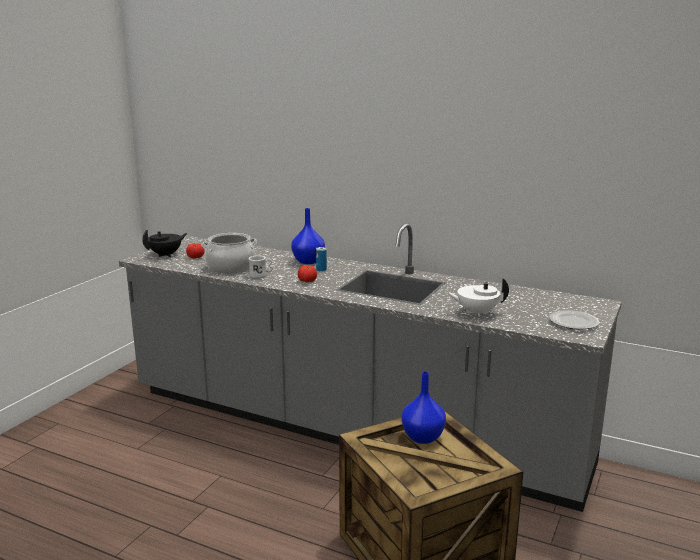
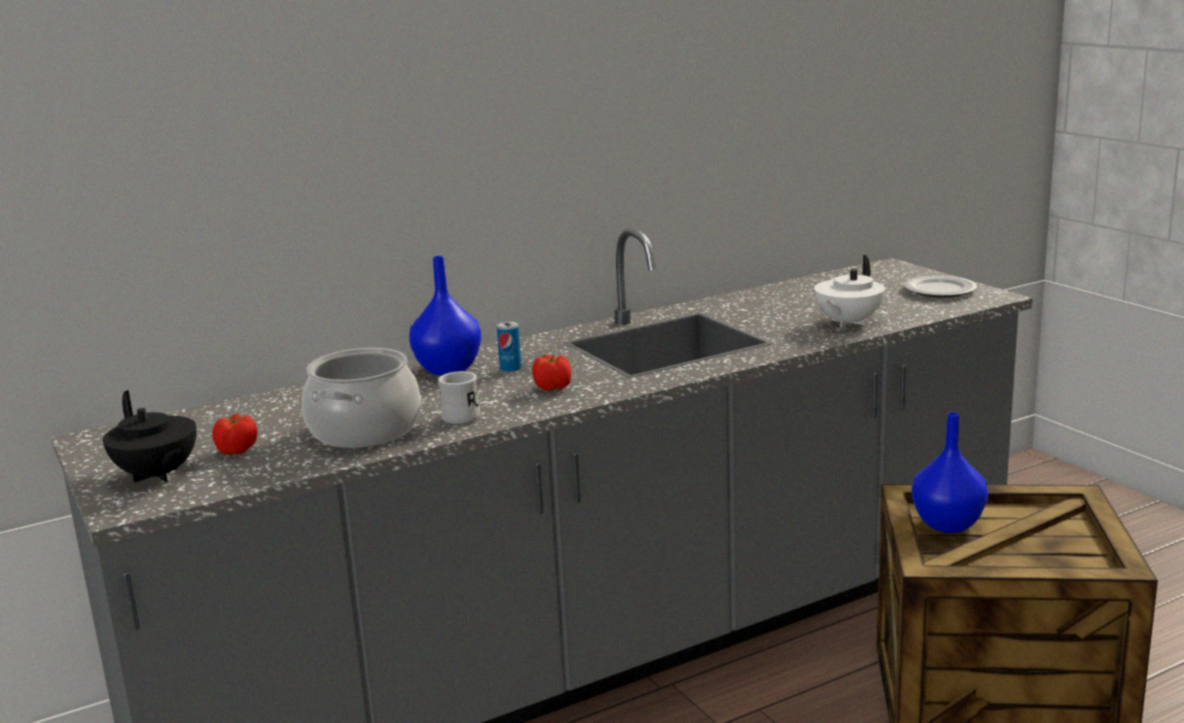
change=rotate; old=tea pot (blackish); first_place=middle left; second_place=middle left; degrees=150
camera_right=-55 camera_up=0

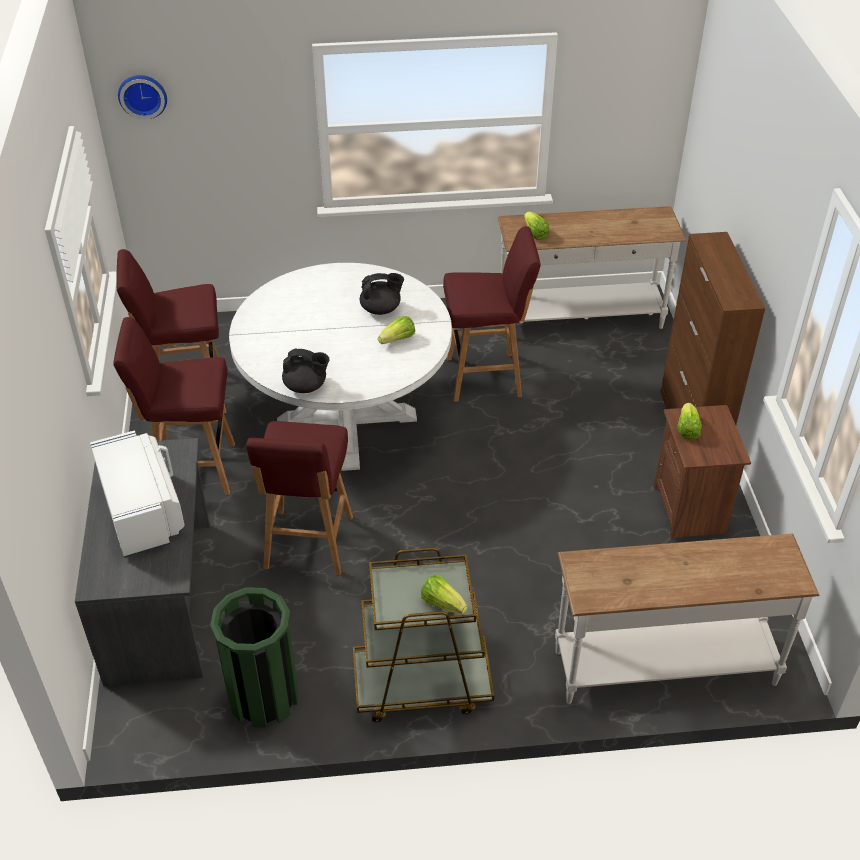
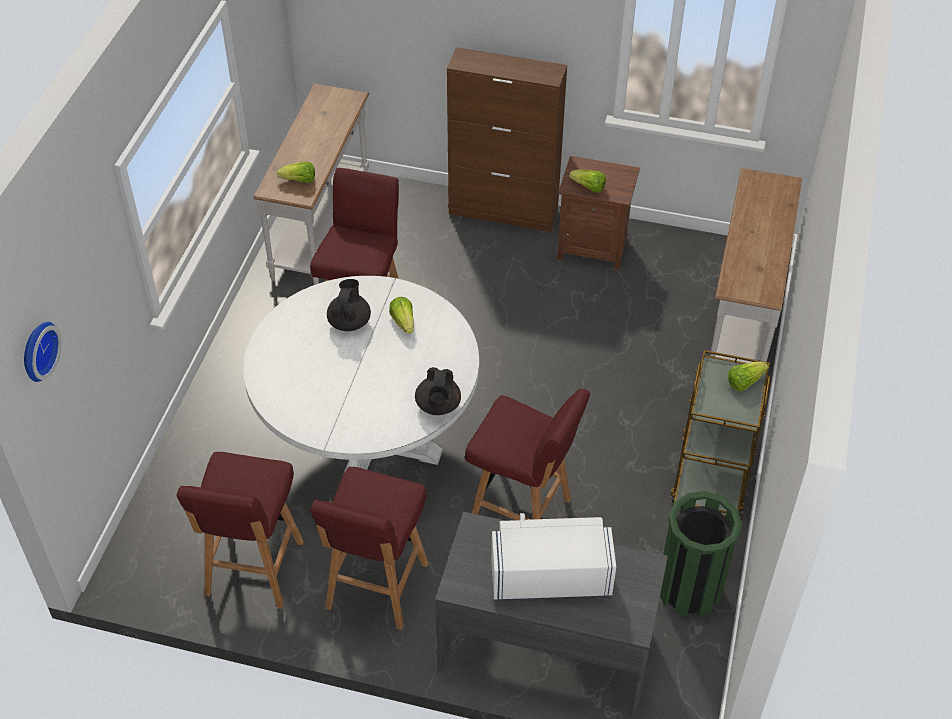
change=rotate; old=tea pot (blackish) (1st from left in the first image); first_place=centre; second_place=centre; degrees=150
camera_right=-70 camera_up=5

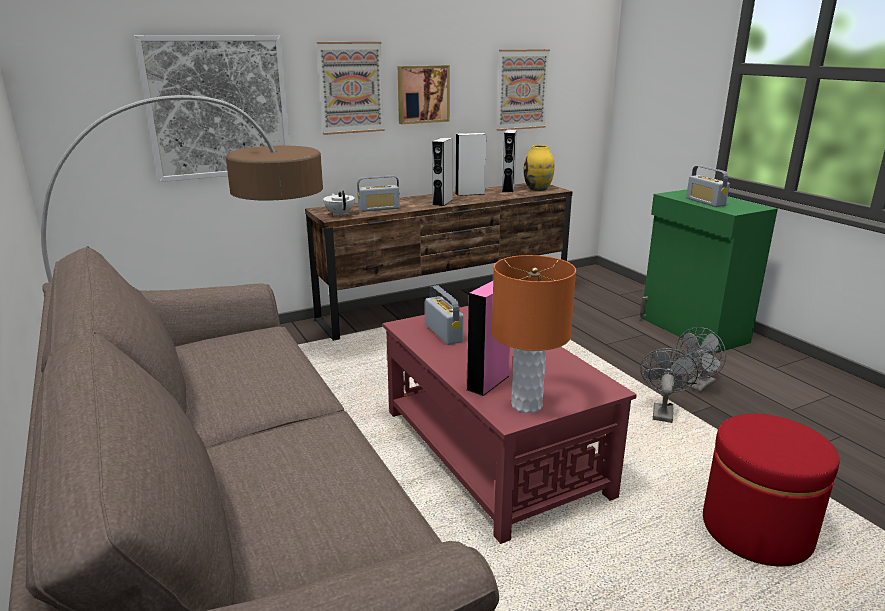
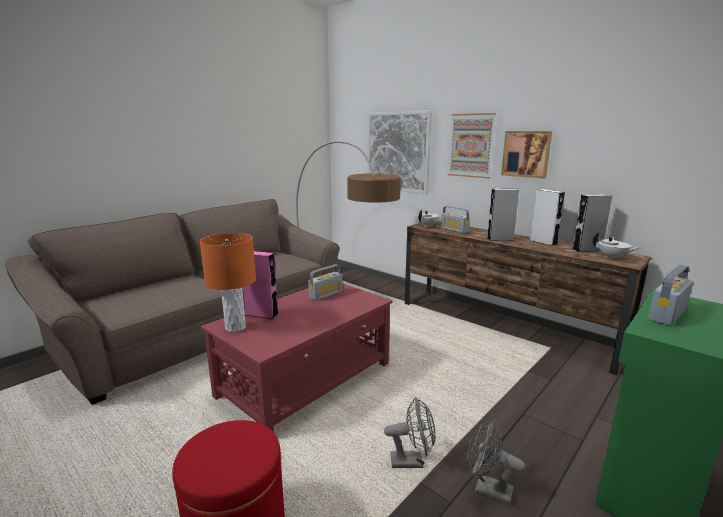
change=delete; old=wall picture (4th from left); first_place=top centre
change=replace; old=decorative vase (yellow-coloured); new=tea pot (whitish) (2nd from left); first_place=top centre; second_place=middle right
camera_right=70 camera_up=-5

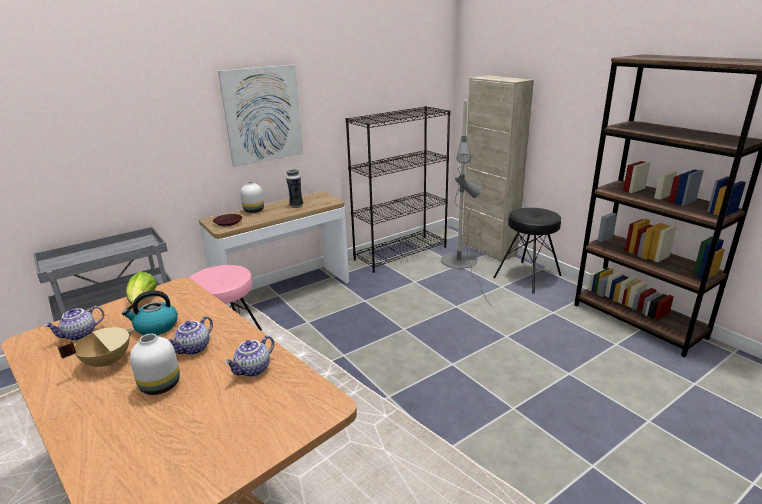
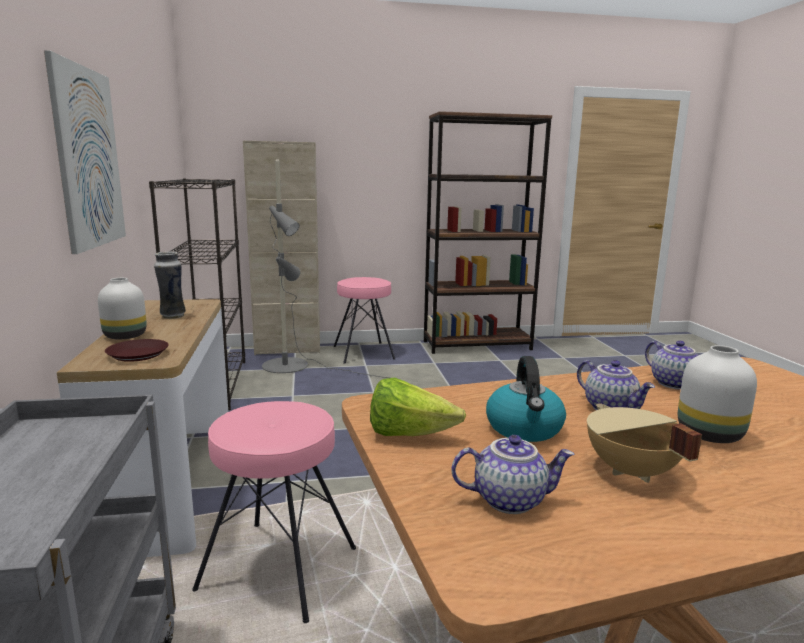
change=rotate; old=tea pot (1st from left); first_place=middle left; second_place=bottom centre; degrees=-75
change=recolor; old=stool (blackish); new=stool (pink-coloured) (2nd from left); first_place=middle right; second_place=centre
camera_right=-65 camera_up=-10

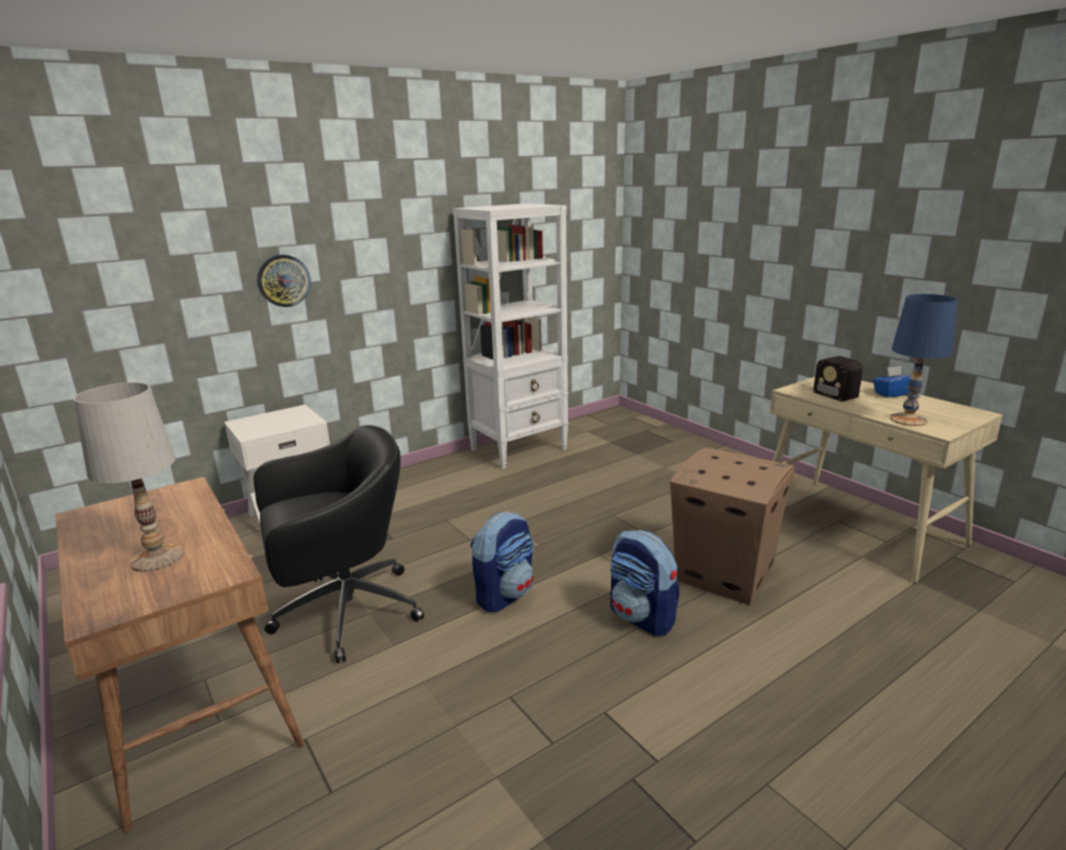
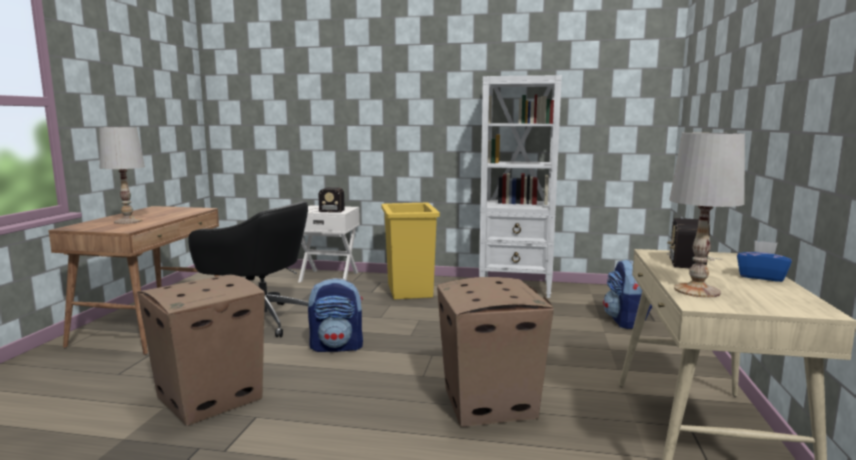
change=delete; old=clock on the wall; first_place=top left
change=move; old=rucksack (2nd from left); first_place=bottom centre; second_place=middle right
change=recolor; old=table lamp (bluish); new=table lamp (whitish) (2nd from left); first_place=middle right; second_place=middle right
change=insert; new=cardboard box (1st from left); second_place=bottom left
change=insert; new=radio (1st from left); second_place=centre
change=insert; new=trash can (yellow-coloured); second_place=centre
camera_right=45 camera_up=-10

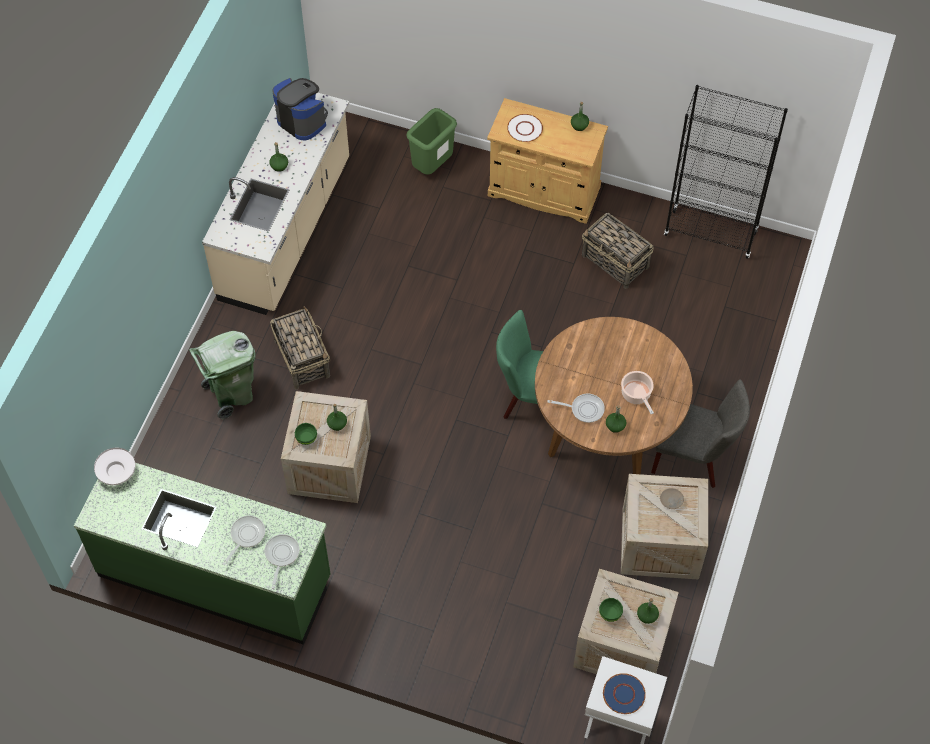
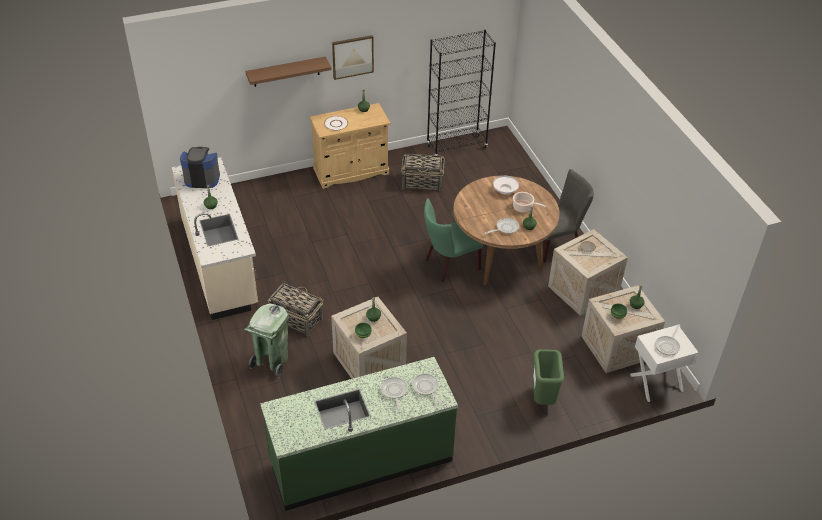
change=move; old=bowl (whitish); first_place=middle left; second_place=centre
change=move; old=trash can (green-coloured) (2nd from left); first_place=top centre; second_place=bottom right
change=replace; old=plate (bluish); new=frying pan (4th from left); first_place=bottom right; second_place=middle right
change=insert; new=wall shelf (brownish); second_place=top centre
change=insert; new=wall picture; second_place=top centre
camera_right=-40 camera_up=-15

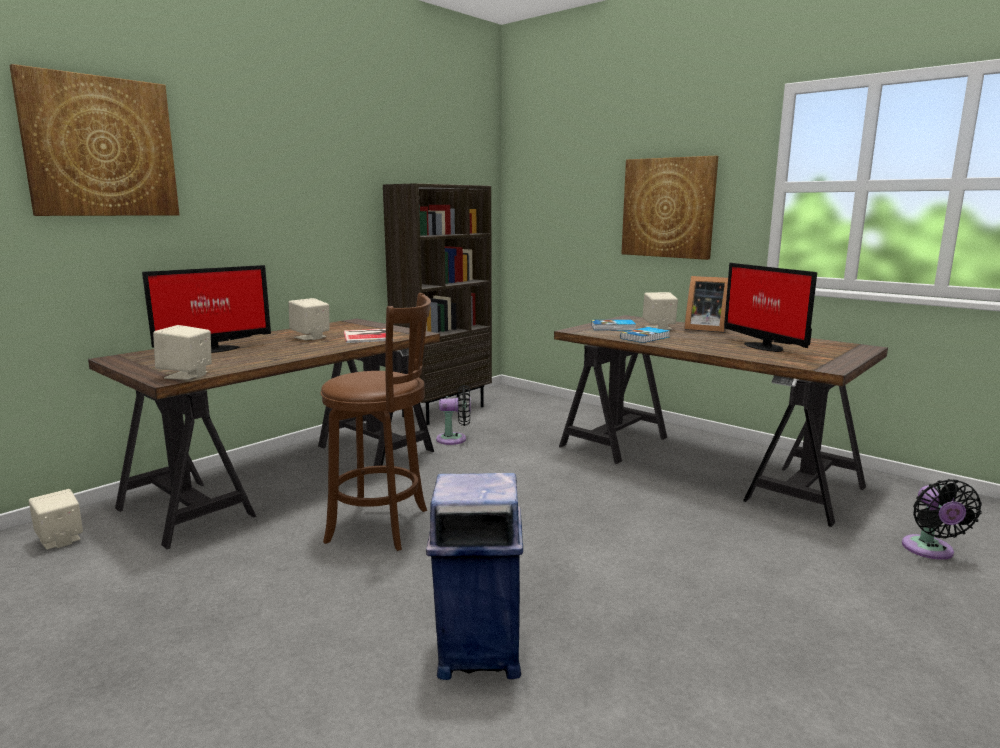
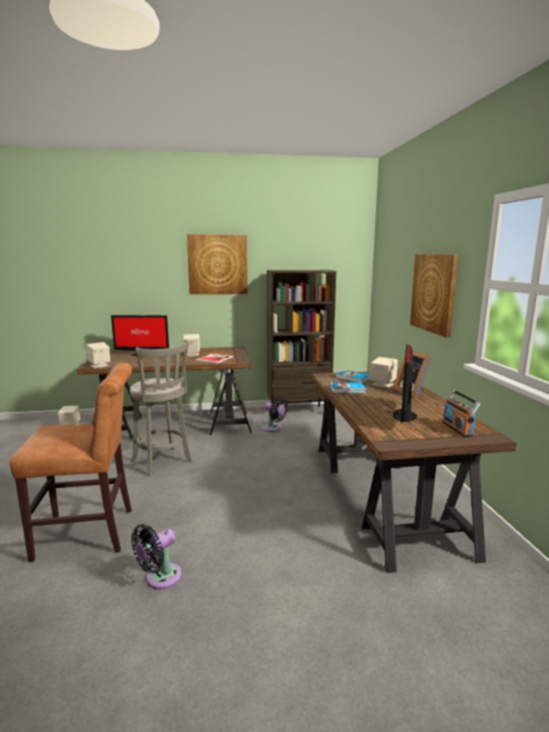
change=move; old=wall picture (1st from left); first_place=top left; second_place=centre
change=recolor; old=stool (brownish); new=stool (grey); first_place=centre; second_place=middle left
change=replace; old=trash can (bluish); new=upright chair (brownish); first_place=bottom centre; second_place=middle left
change=move; old=electric fan (blackish) (2nd from left in the first image); new=electric fan (blackish) (1st from left); first_place=bottom right; second_place=bottom left
change=insert; new=radio; second_place=middle right
camera_right=40 camera_up=0

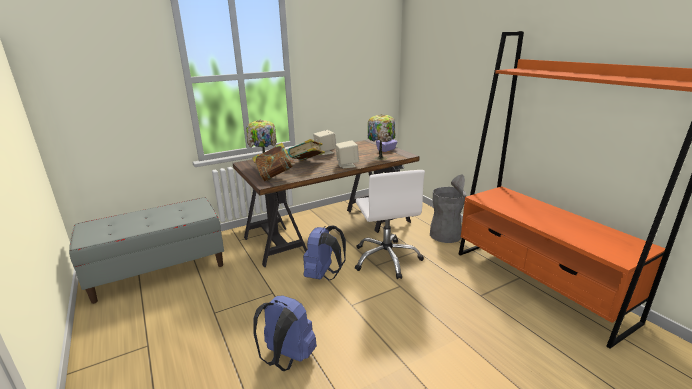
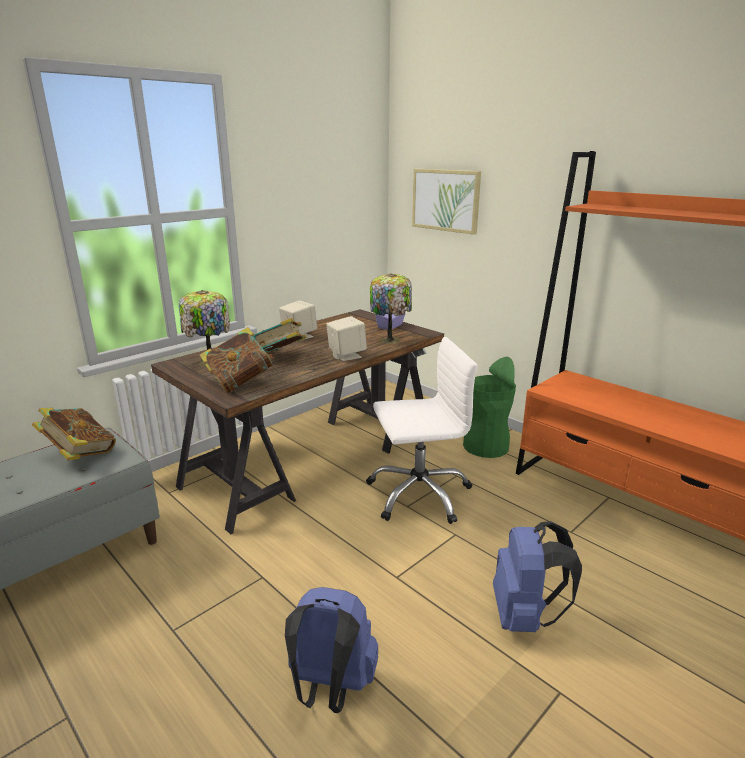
change=move; old=rucksack (bluish) (2nd from left); first_place=centre; second_place=bottom right
change=rotate; old=office chair (whitish); first_place=centre; second_place=centre; degrees=-75
change=recolor; old=trash can (grey); new=trash can (green-coloured); first_place=centre; second_place=centre
change=insert; new=volume (1st from left); second_place=middle left
change=insert; new=wall picture; second_place=top centre
camera_right=-15 camera_up=0

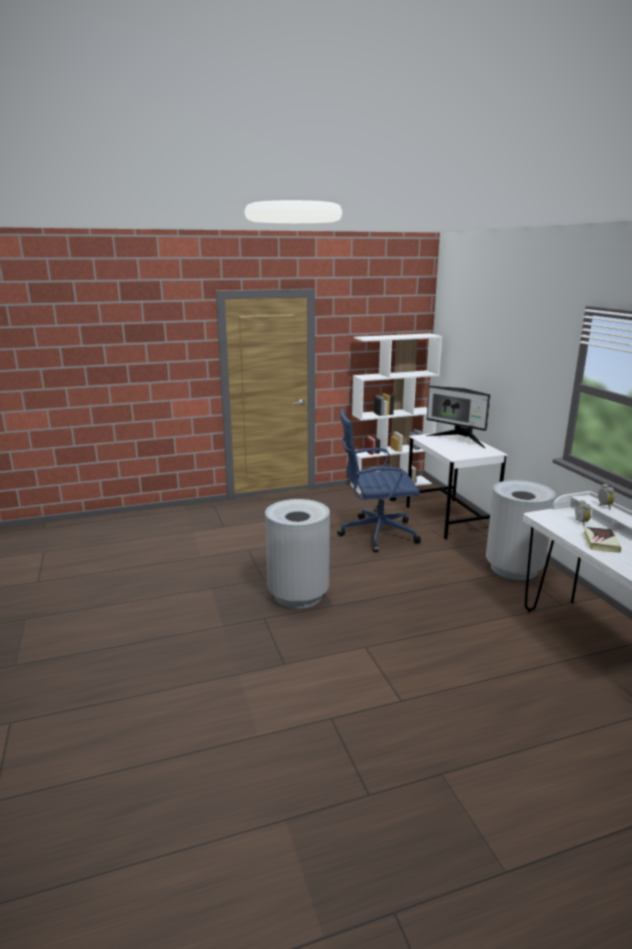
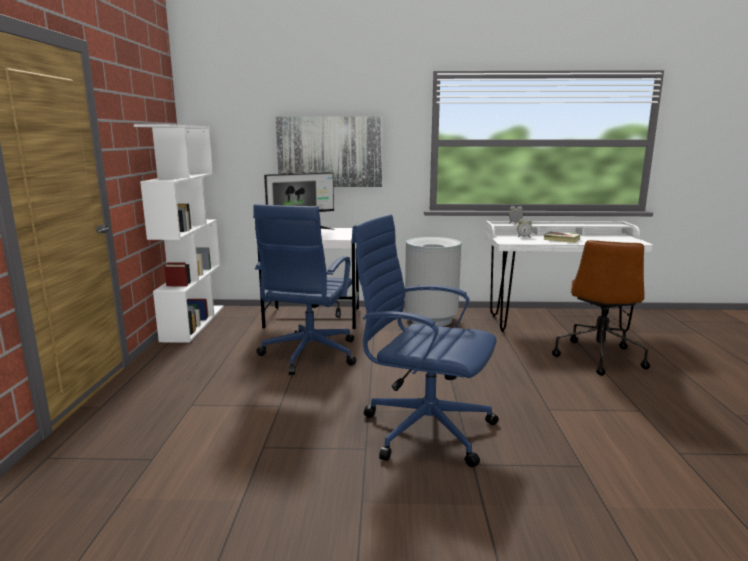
change=replace; old=trash can (grey) (1st from left); new=office chair (bluish) (2nd from left); first_place=centre; second_place=centre
change=insert; new=wall picture; second_place=top centre
change=insert; new=office chair (brownish); second_place=middle right
camera_right=-70 camera_up=-5

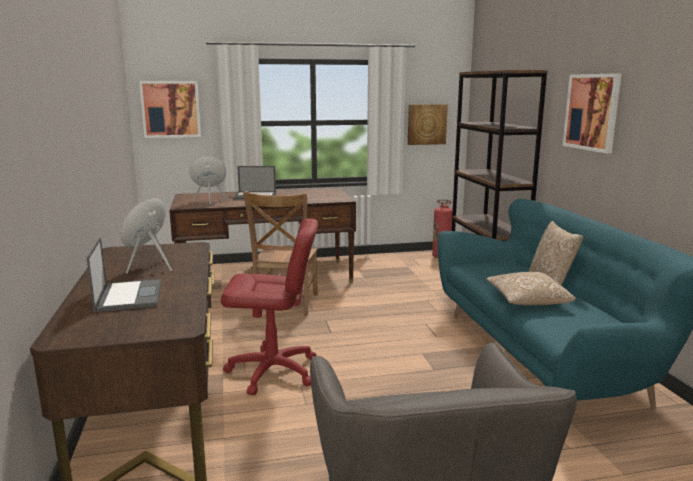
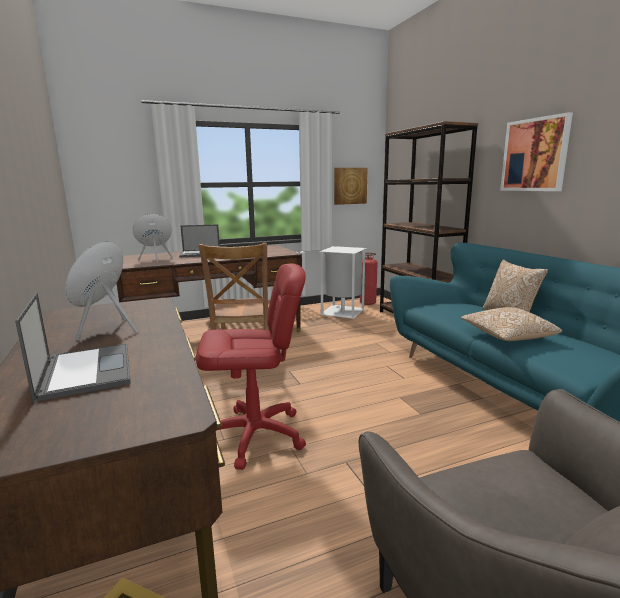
change=delete; old=wall picture (1st from left); first_place=top left
change=insert; new=trash can (whitish); second_place=centre
camera_right=-10 camera_up=0

